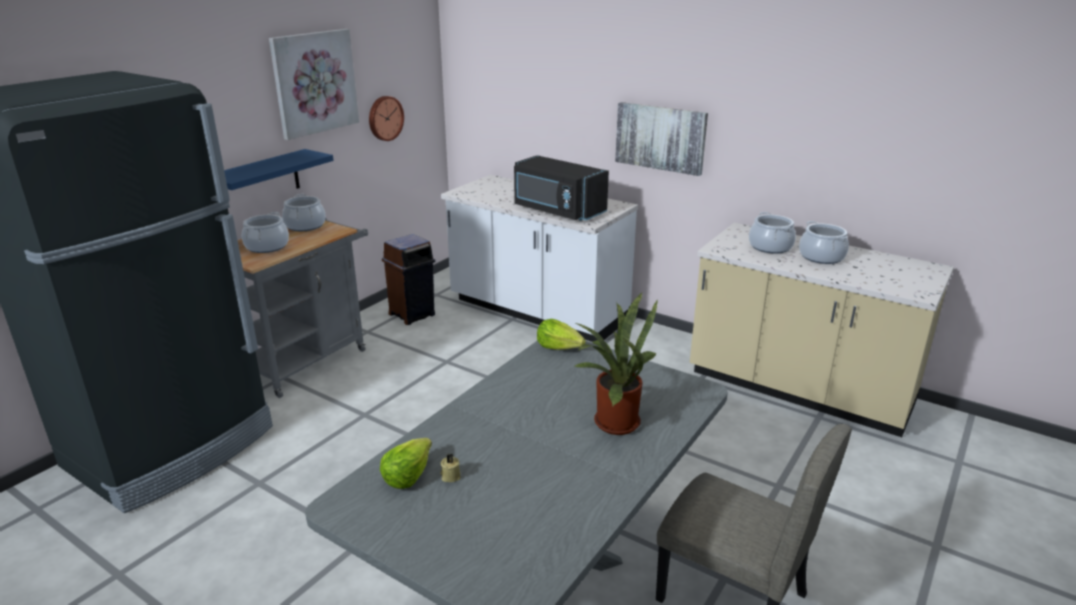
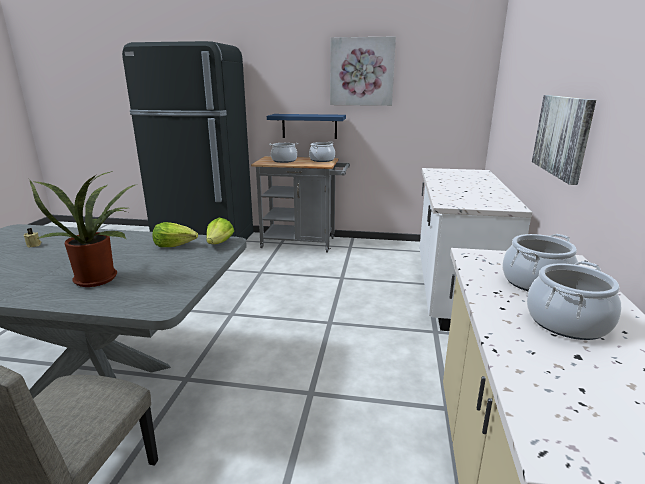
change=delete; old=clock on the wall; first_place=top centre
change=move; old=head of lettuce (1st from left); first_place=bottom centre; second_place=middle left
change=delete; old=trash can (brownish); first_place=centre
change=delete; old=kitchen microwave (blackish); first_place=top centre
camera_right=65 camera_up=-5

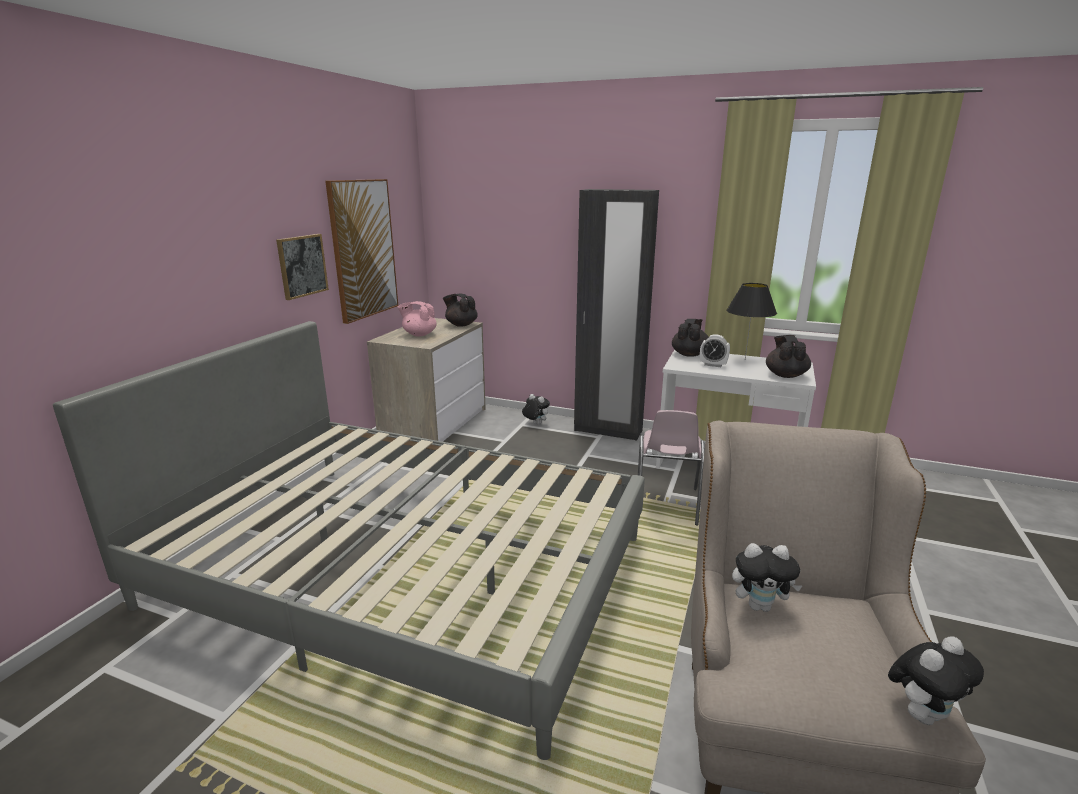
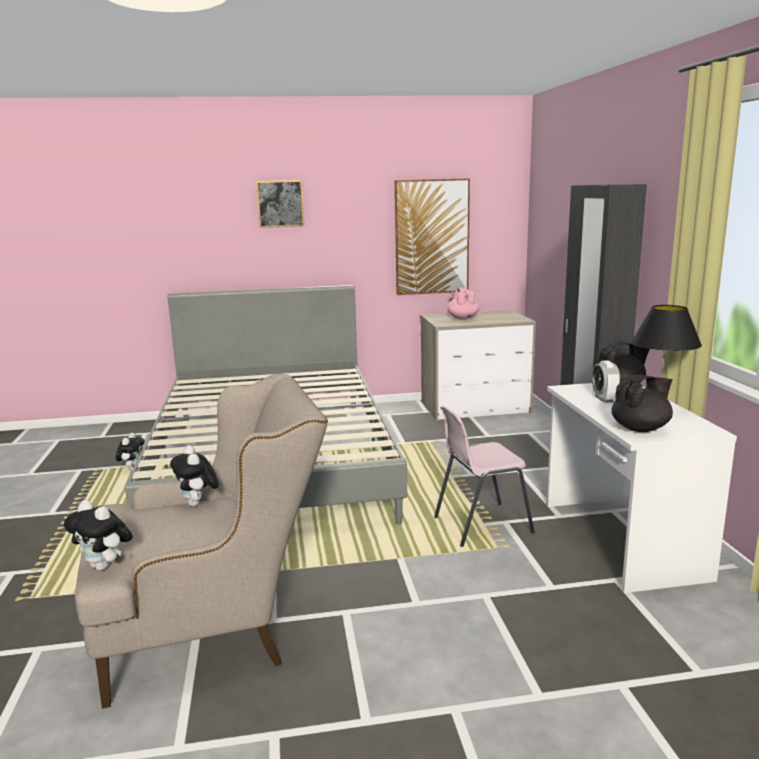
change=move; old=wall picture (1st from left); first_place=middle left; second_place=top centre
change=delete; old=tea pot (blackish) (1st from left); first_place=centre
change=move; old=soft toy (1st from left in the first image); new=soft toy (2nd from left); first_place=centre; second_place=middle left
camera_right=60 camera_up=-5

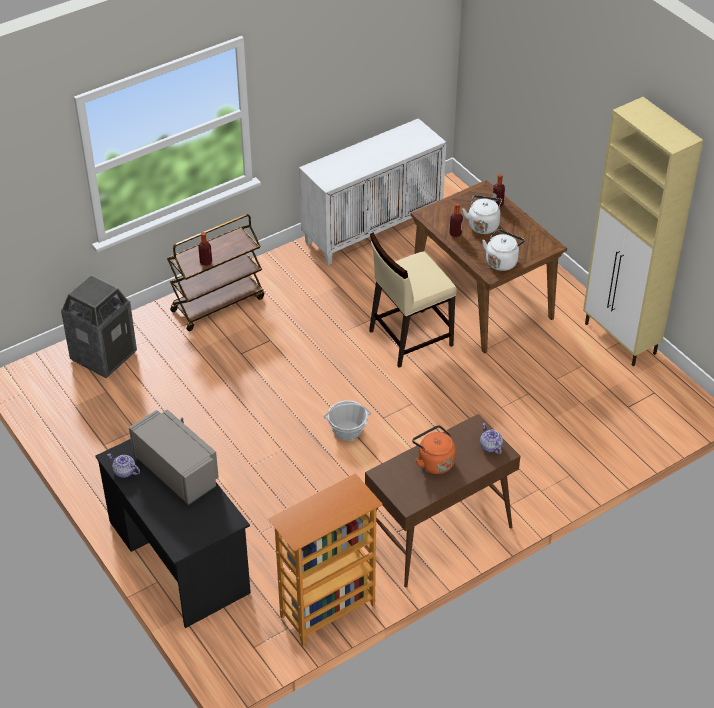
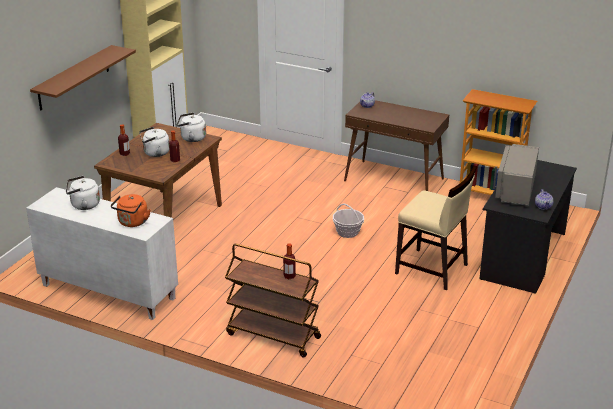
change=delete; old=trash can; first_place=middle left
change=move; old=upright chair (beige); first_place=centre; second_place=middle right
change=move; old=kettle (orangey); first_place=centre; second_place=middle left
change=insert; new=wall shelf (brownish); second_place=top left
change=insert; new=kettle (whitish) (1st from left); second_place=middle left
camera_right=-120 camera_up=-15

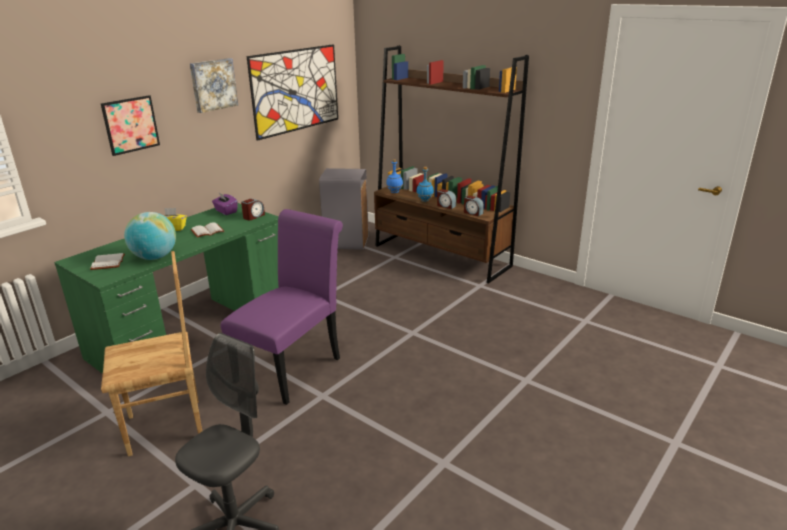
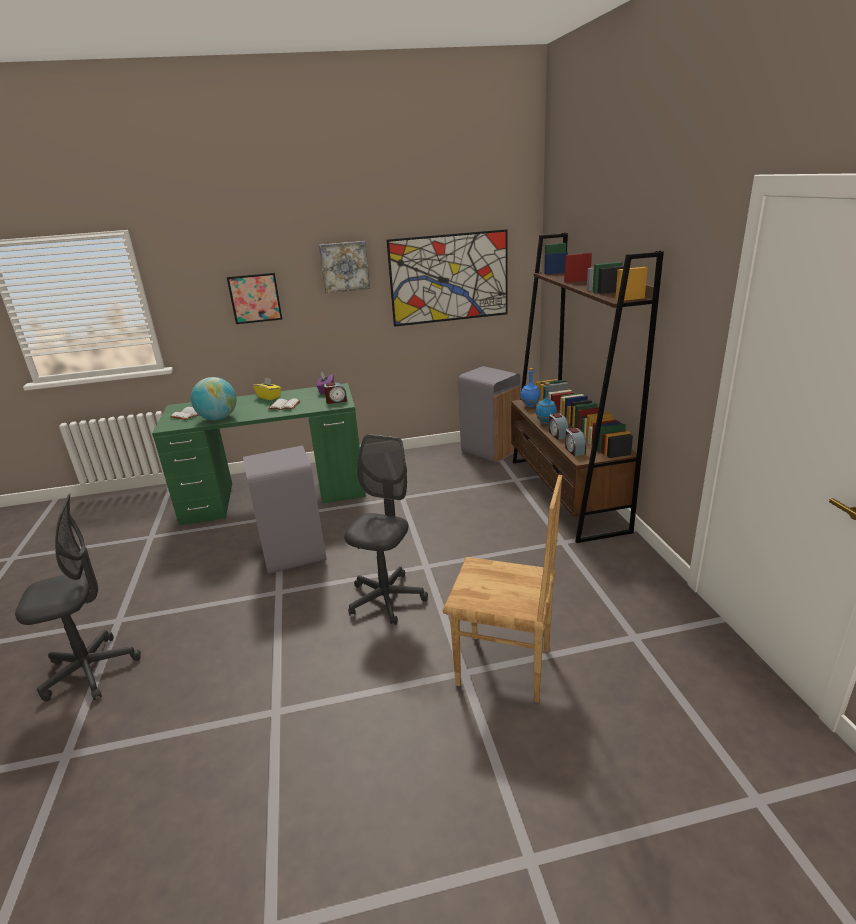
change=move; old=upright chair (brownish); first_place=middle left; second_place=centre
change=replace; old=upright chair (purple-coloured); new=trash can (grey) (1st from left); first_place=centre; second_place=middle left
change=insert; new=office chair (grey) (2nd from left); second_place=centre
camera_right=40 camera_up=0

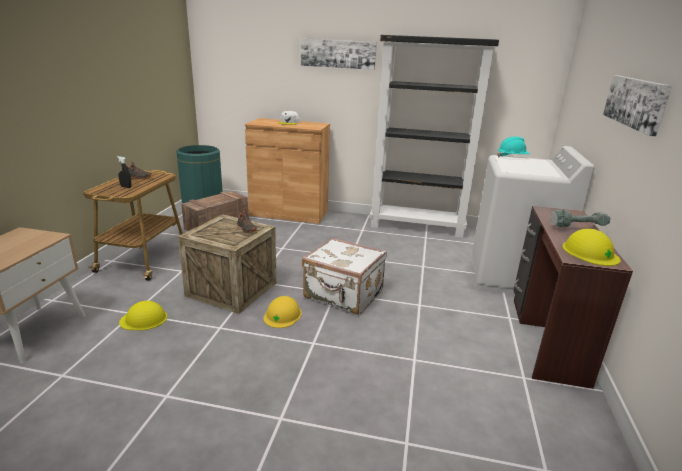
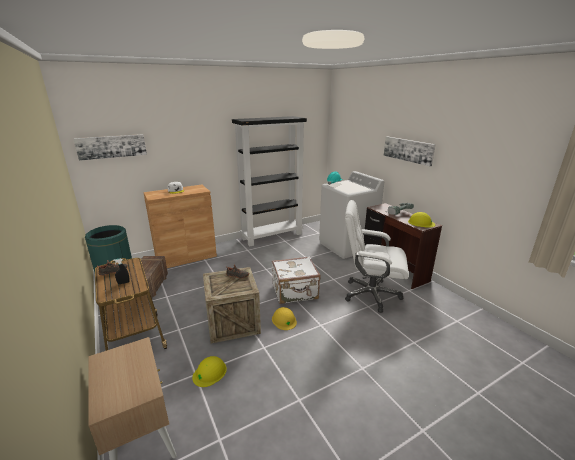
change=move; old=wall picture (1st from left); first_place=top centre; second_place=top left
change=insert; new=office chair (whitish); second_place=centre
camera_right=-40 camera_up=0

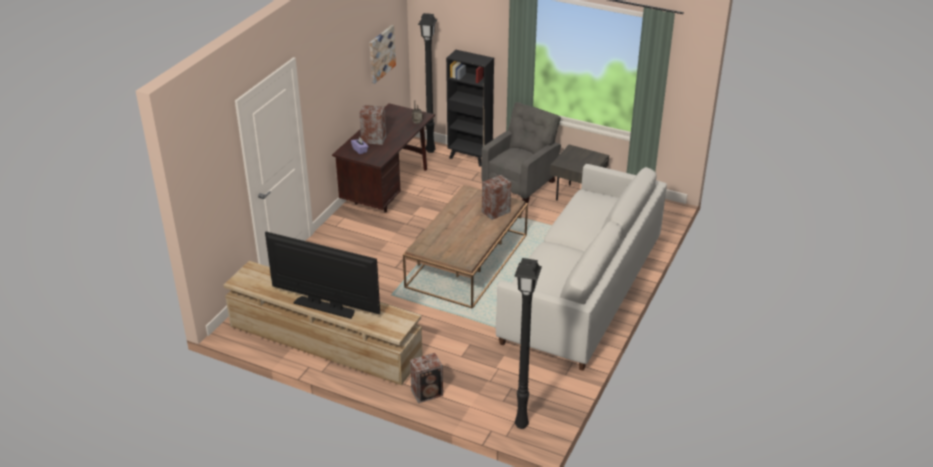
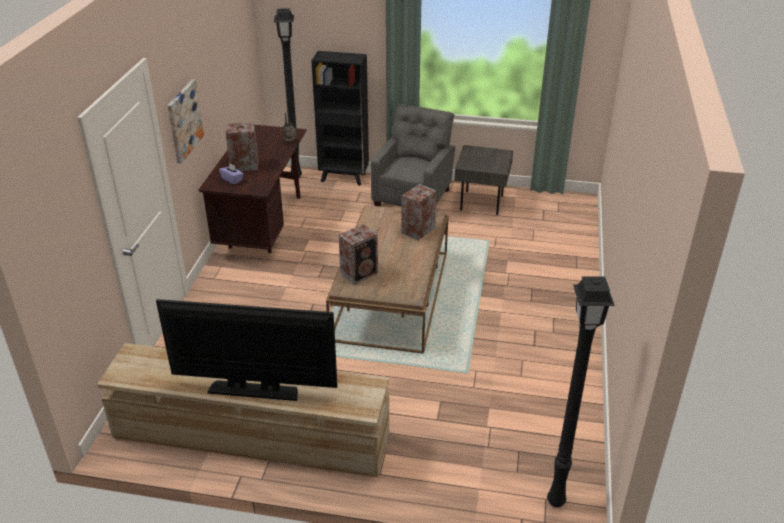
change=move; old=wall picture; first_place=top centre; second_place=top left
change=move; old=speaker (2nd from left); first_place=bottom centre; second_place=centre
change=delete; old=couch (whitish); first_place=centre
camera_right=-15 camera_up=0

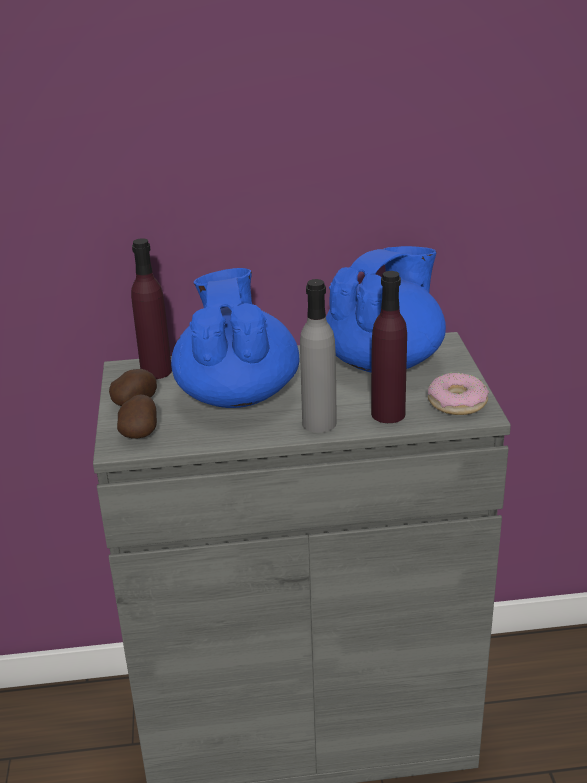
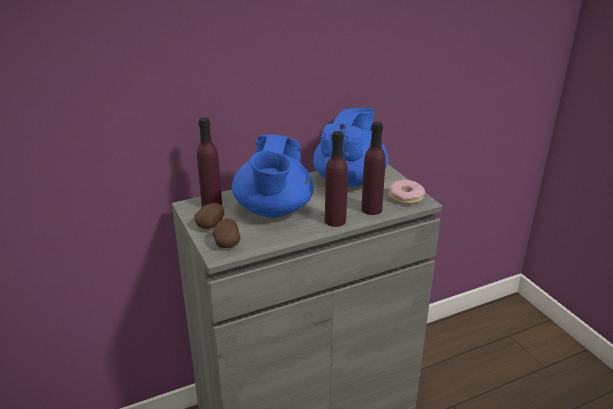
change=rotate; old=tea pot (bluish) (1st from left); first_place=centre; second_place=centre; degrees=-150
change=recolor; old=beverage bottle (grey); new=beverage bottle (purple-coloured) (2nd from left); first_place=centre; second_place=centre
camera_right=-20 camera_up=0

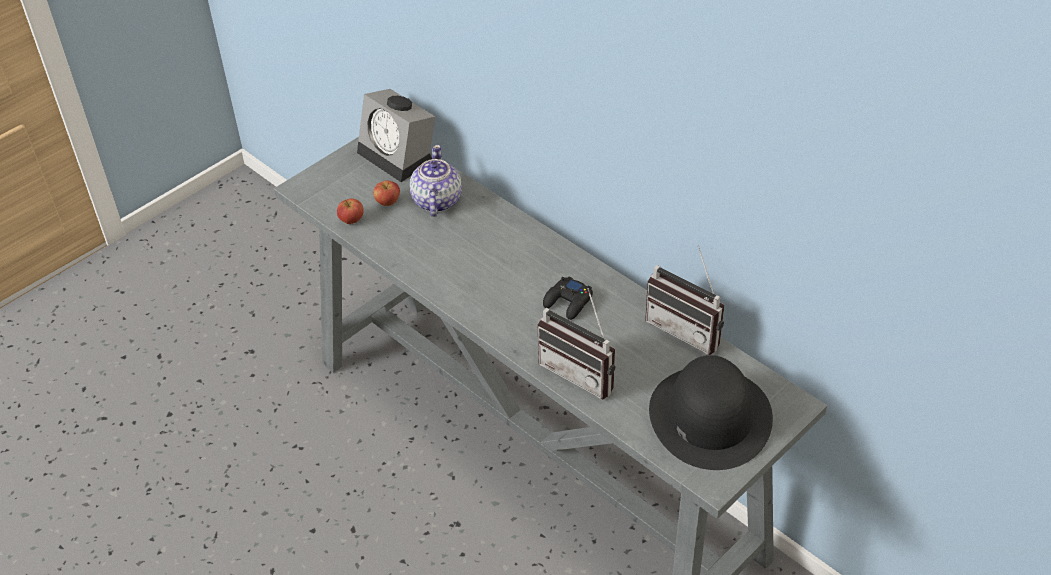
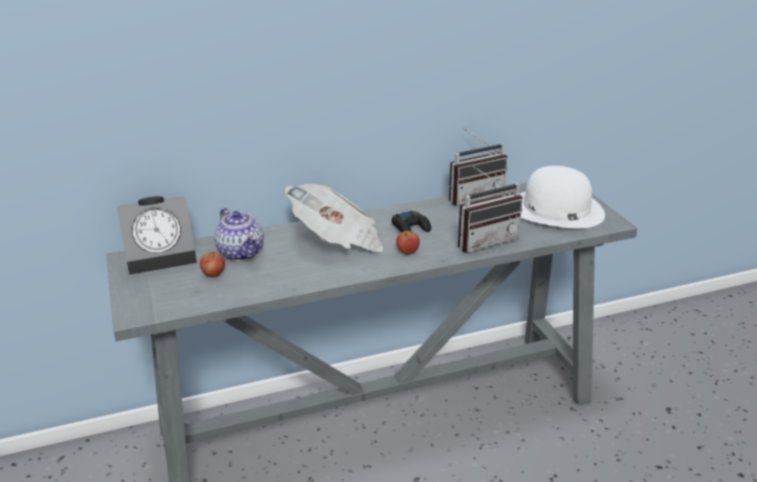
change=move; old=whole apple (1st from left in the first image); new=whole apple (2nd from left); first_place=middle left; second_place=centre
change=rotate; old=tea pot; first_place=top centre; second_place=middle left; degrees=-150
change=recolor; old=clothing hat (blackish); new=clothing hat (whitish); first_place=bottom right; second_place=middle right
change=insert; new=newspaper; second_place=centre
camera_right=-65 camera_up=-15

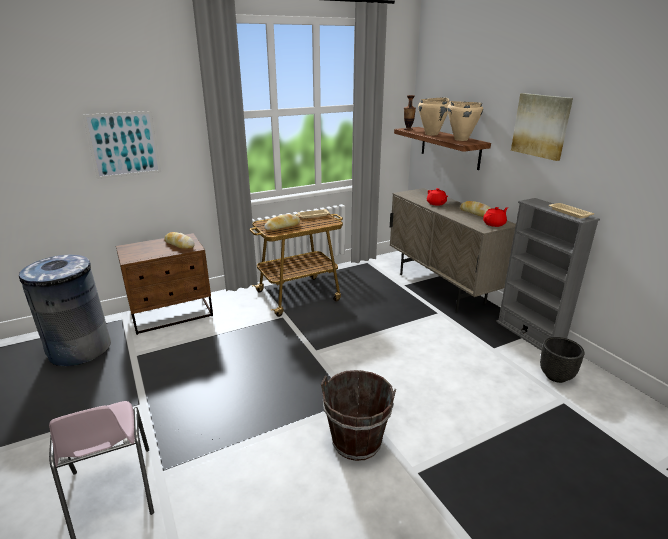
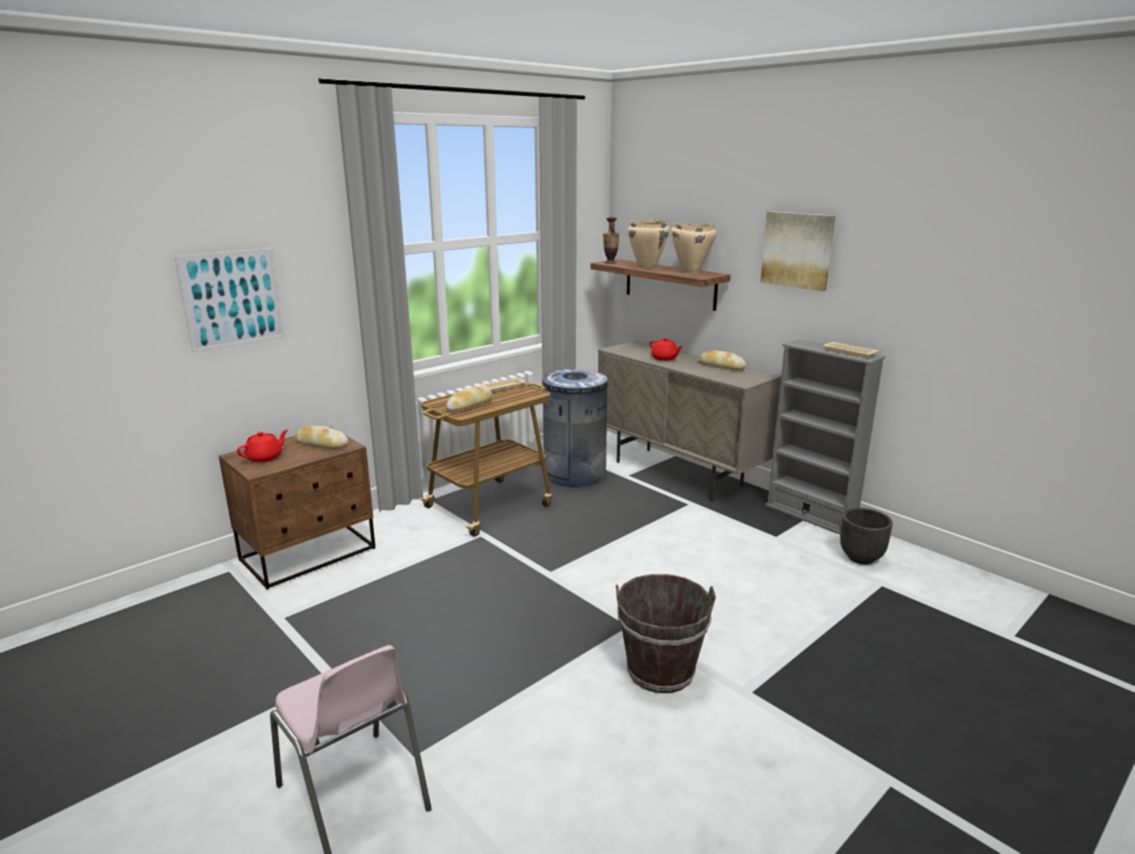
change=move; old=trash can (grey); first_place=middle left; second_place=centre
change=move; old=tea pot (red) (2nd from left in the first image); new=tea pot (red) (1st from left); first_place=middle right; second_place=middle left
camera_right=-15 camera_up=-5

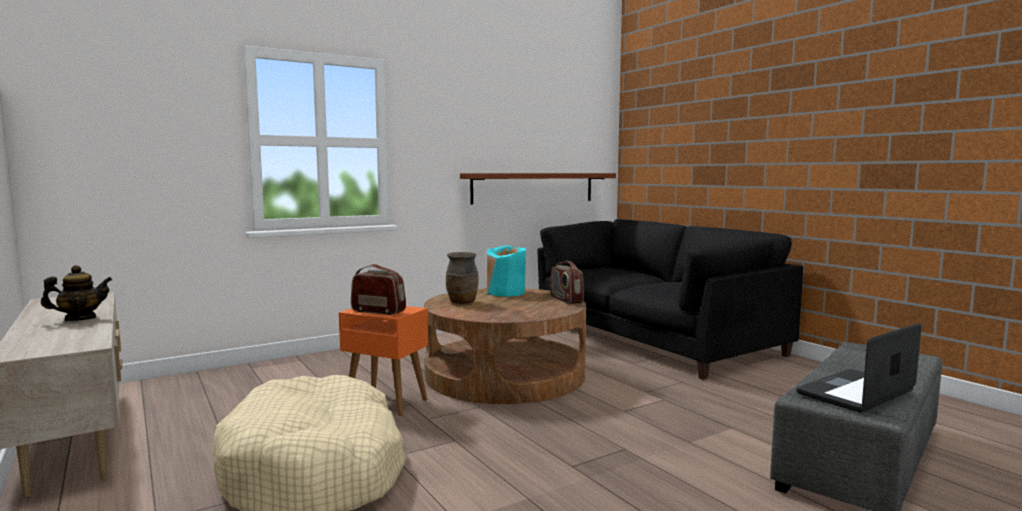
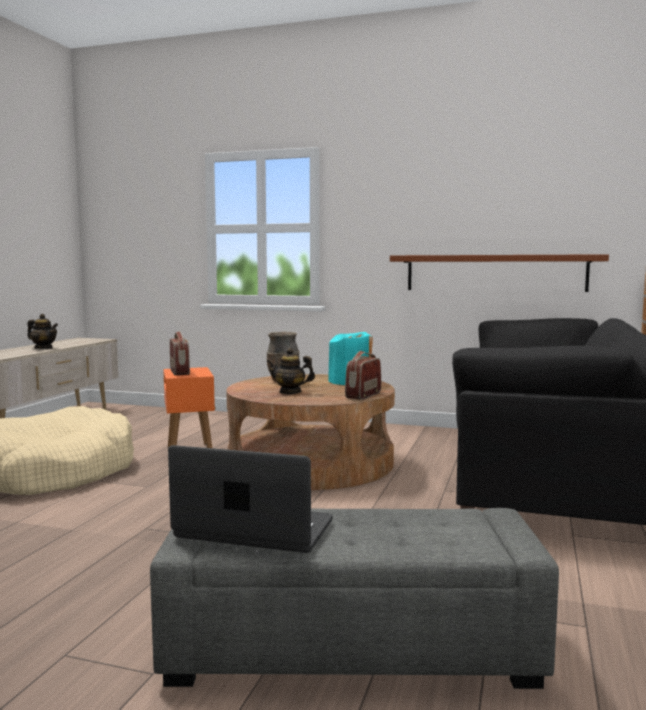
change=insert; new=tea pot (2nd from left); second_place=centre
camera_right=50 camera_up=0

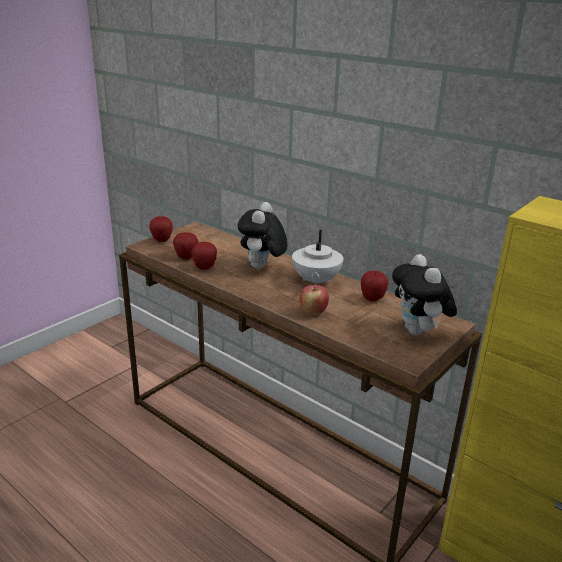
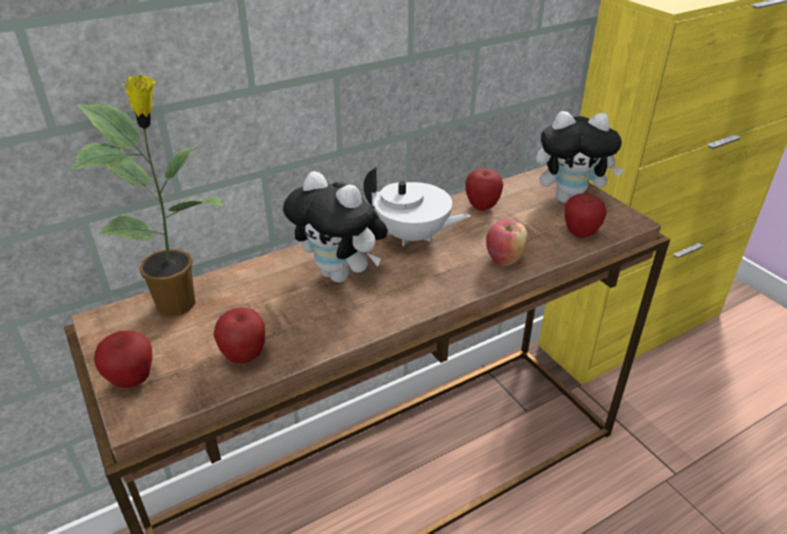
change=move; old=whole apple (3rd from left in the first image); new=whole apple (5th from left); first_place=centre; second_place=middle right
change=insert; new=plant in a pot; second_place=middle left
camera_right=-70 camera_up=10

